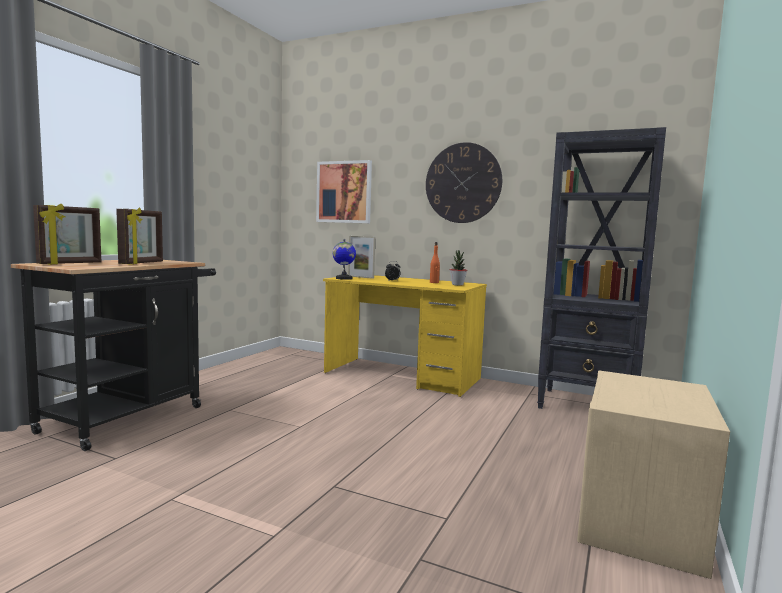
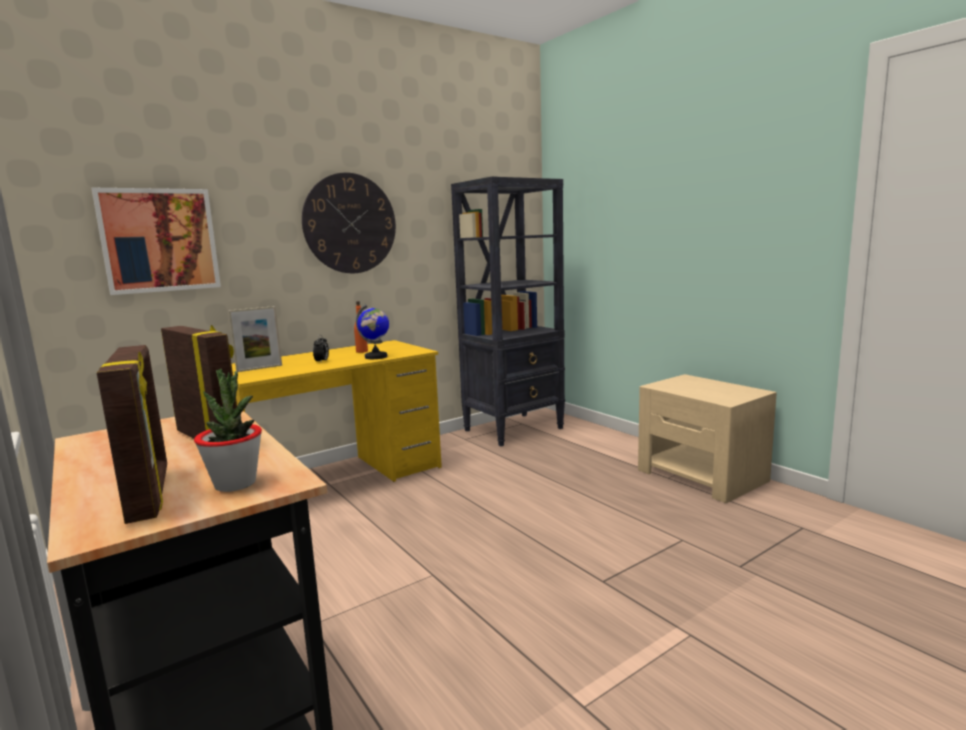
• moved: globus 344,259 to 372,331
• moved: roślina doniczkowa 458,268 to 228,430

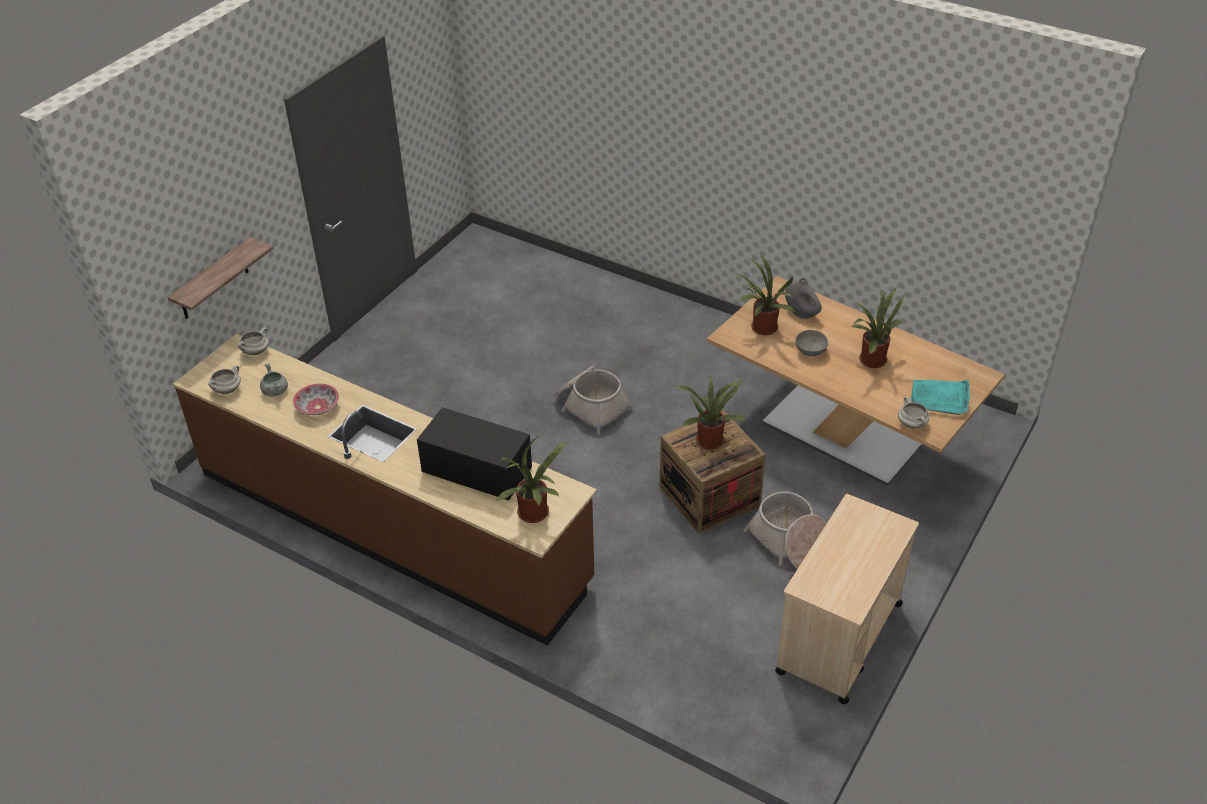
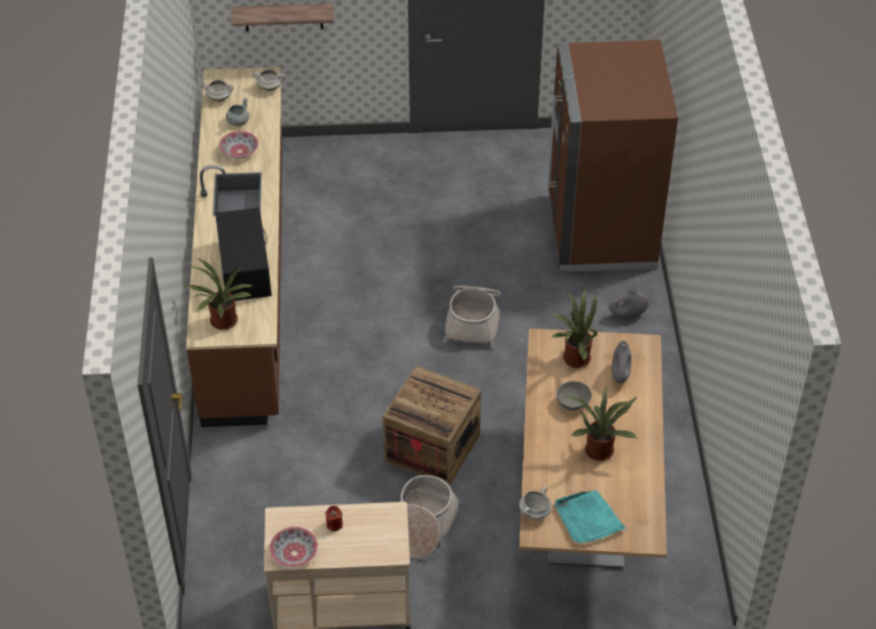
• removed: roślina doniczkowa 710,412
• added: miska 294,547
• added: świeca/czerwony 334,518
• added: lodówka/brązowy 613,156
• added: wazon/szary 629,304

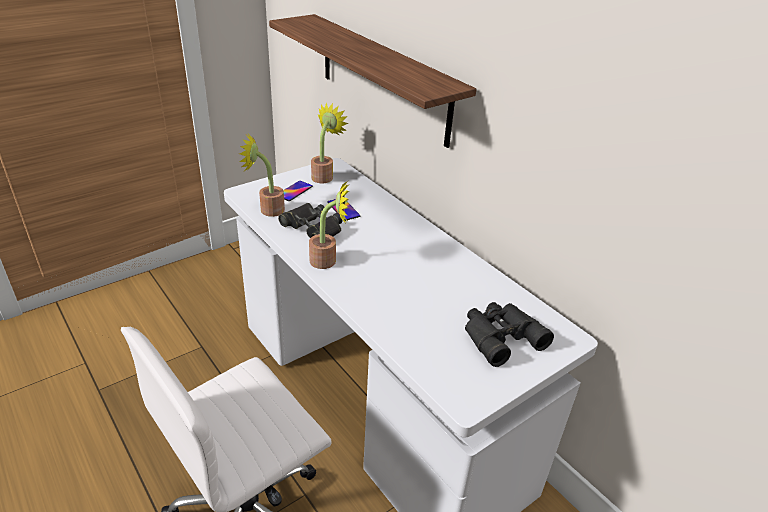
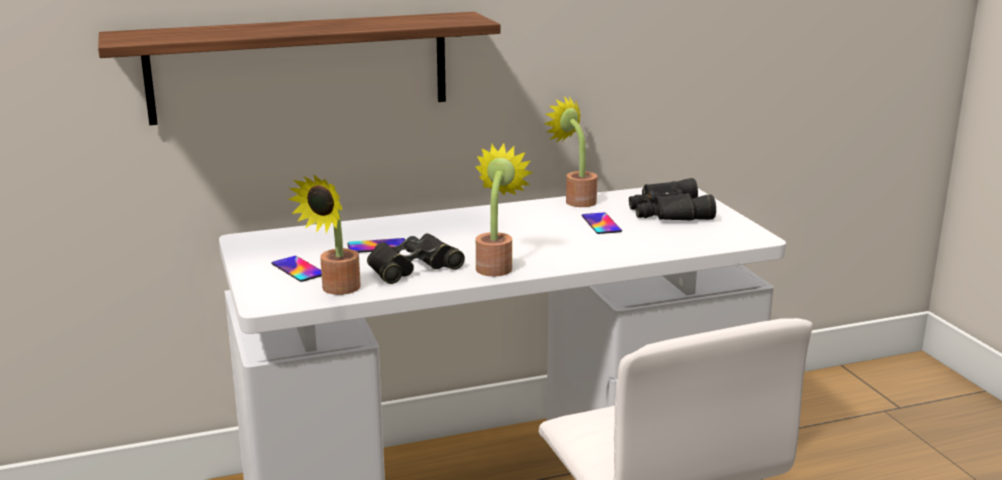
• added: telefon 602,223
• moved: roślina doniczkowa 330,142 to 570,151

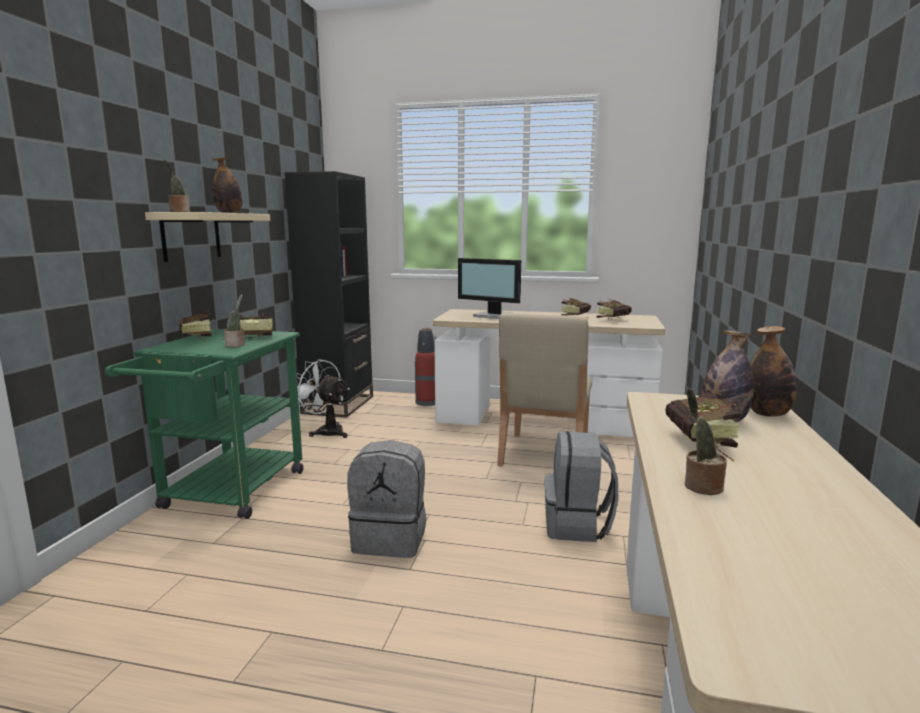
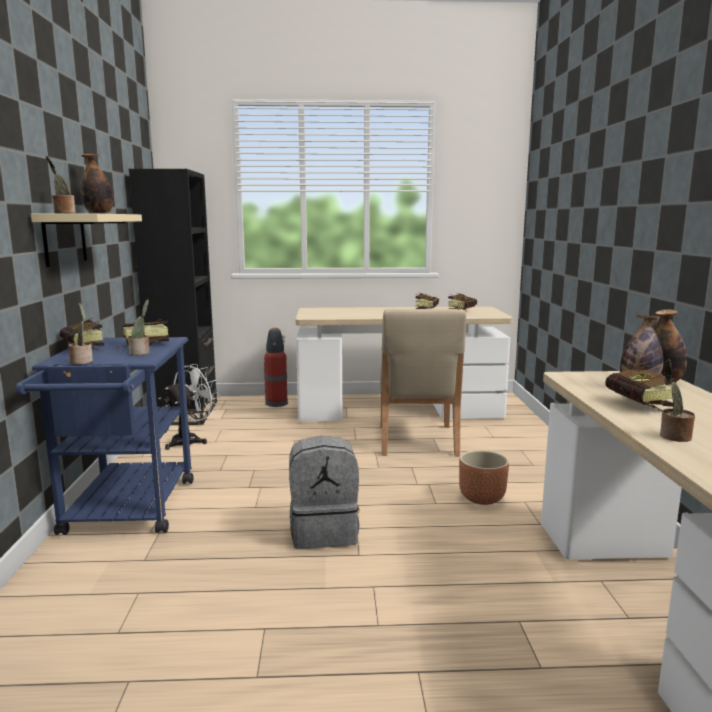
• removed: monitor 489,288
• added: roślina doniczkowa 80,334
• replaced: plecak/szary 581,486 to donica/brązowy 484,477
• recoloured: wózek/zielony 204,424 to wózek/niebieski 104,436
• turned: wentylator/biały 323,398 = 190,407 105 degrees clockwise

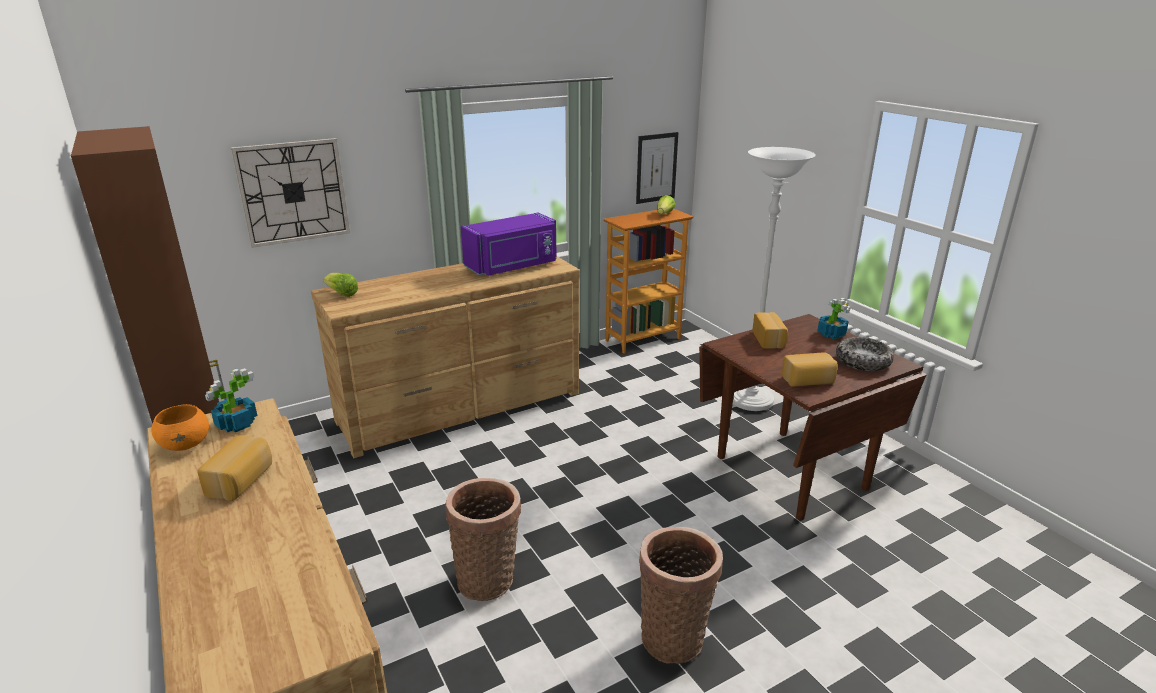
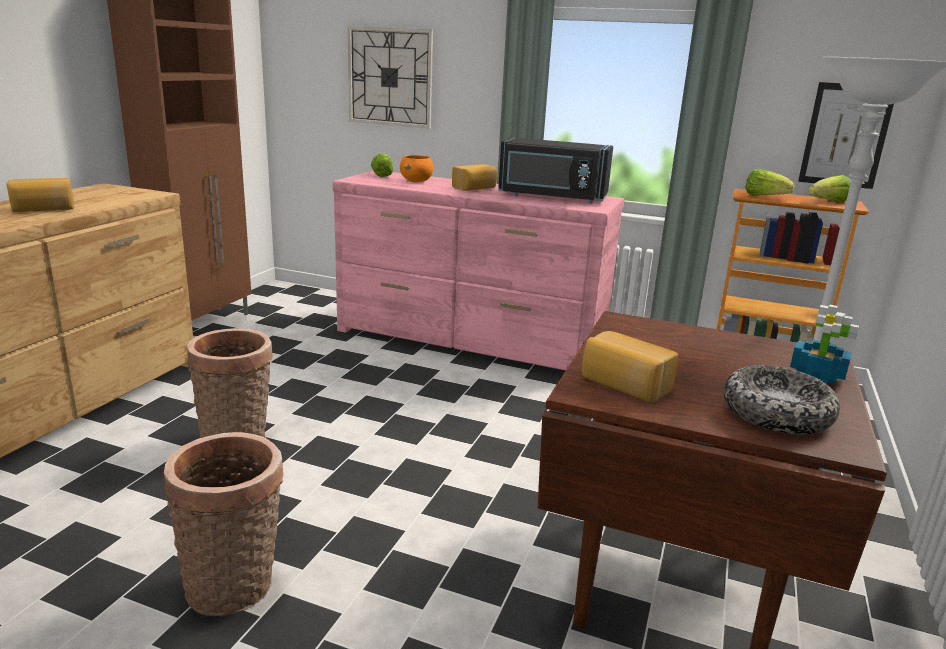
• removed: roślina doniczkowa 231,400
• added: sałata 770,182
• moved: miska/pomarańczowy 180,427 to 416,168
• moved: chleb 770,330 to 474,177
• recoloured: komoda/brązowy 445,357 to komoda/różowy 478,271
• recoloured: mikrofalówka/fioletowy 509,244 to mikrofalówka/czarny 555,170

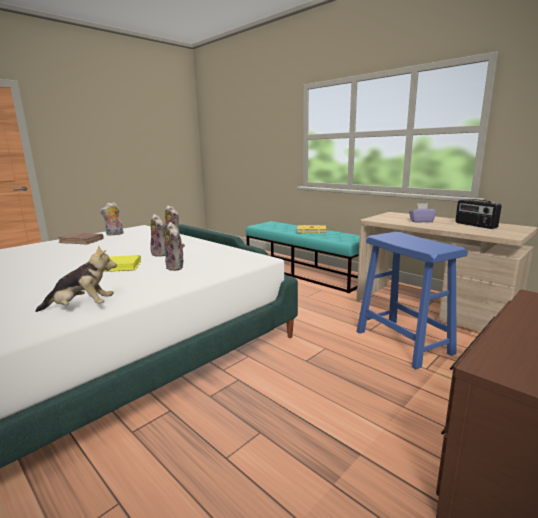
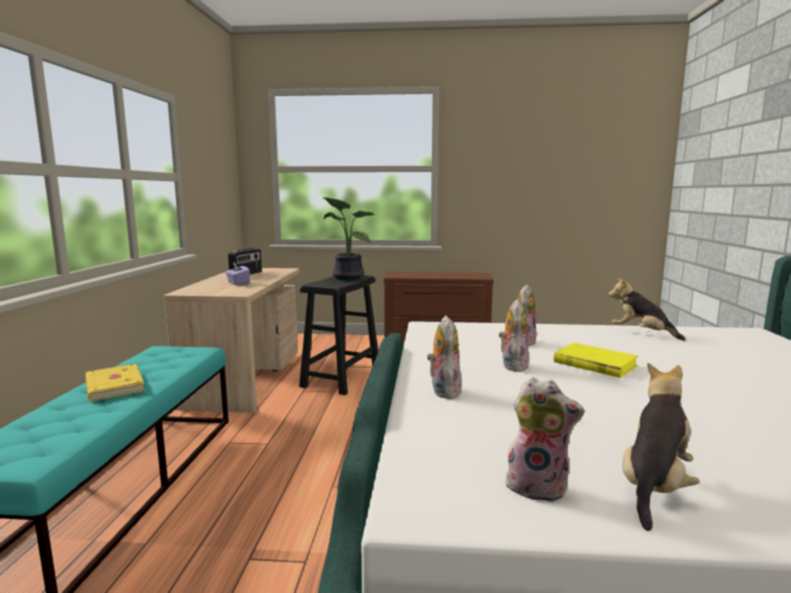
• added: roślina doniczkowa 349,238
• replaced: książka/brązowy 81,238 to pluszak 661,447
• recoloured: stołek/niebieski 412,300 to stołek/czarny 338,335

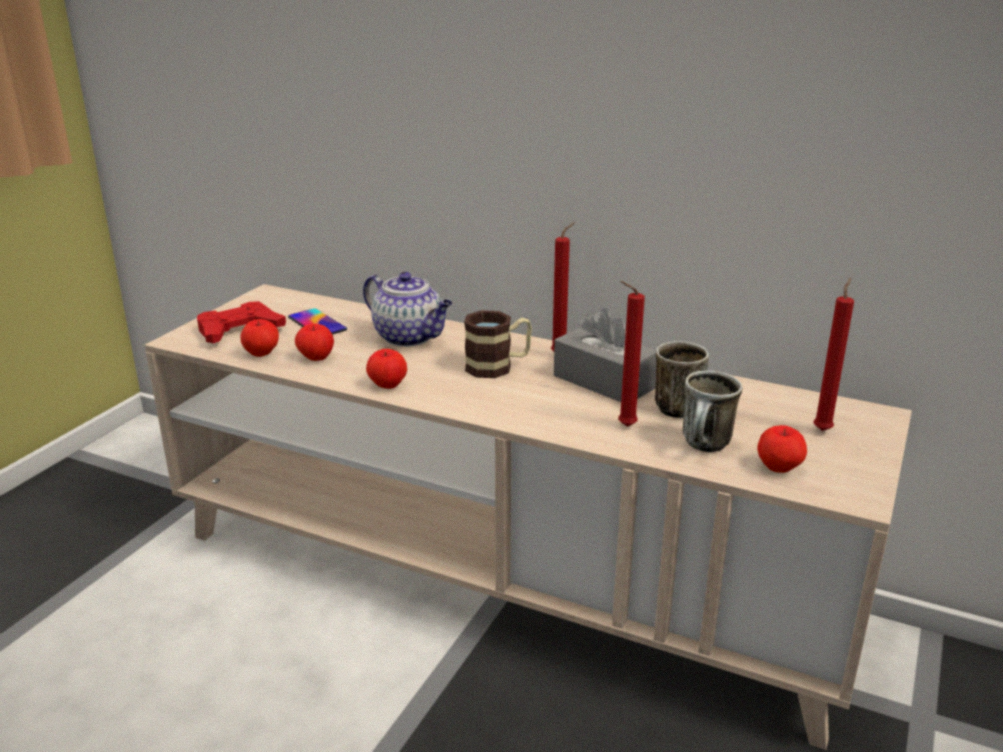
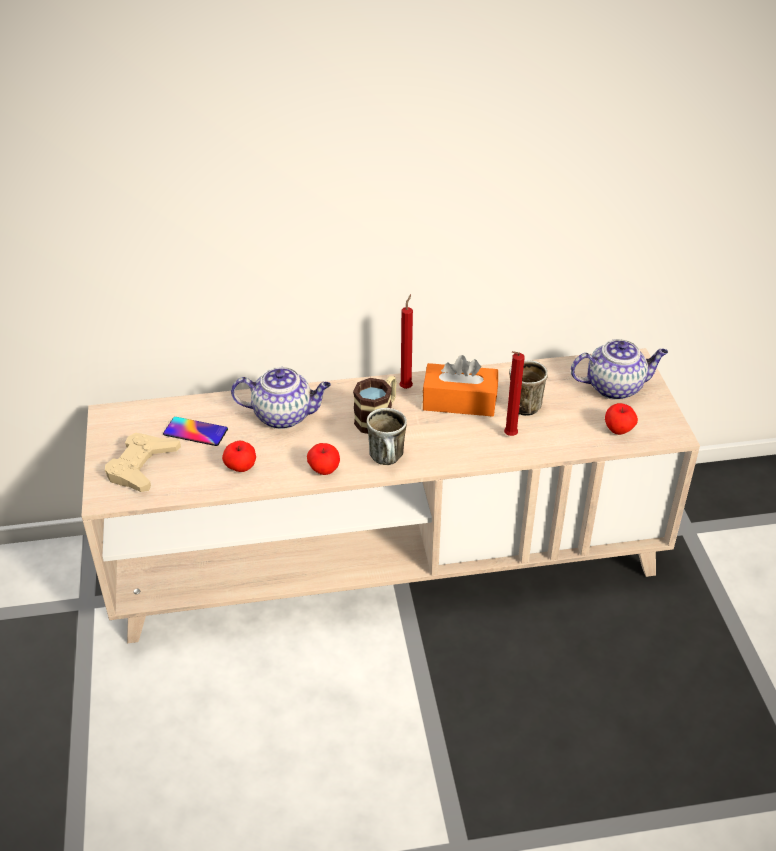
• removed: jabłko 259,338
• moved: kubek 713,411 to 386,436
• replaced: świeca/czerwony 834,354 to imbryk 619,369
• recoloured: pad do gier/czerwony 241,322 to pad do gier/beżowy 143,462
• recoloured: pudełko chusteczek/szary 605,355 to pudełko chusteczek/pomarańczowy 460,386

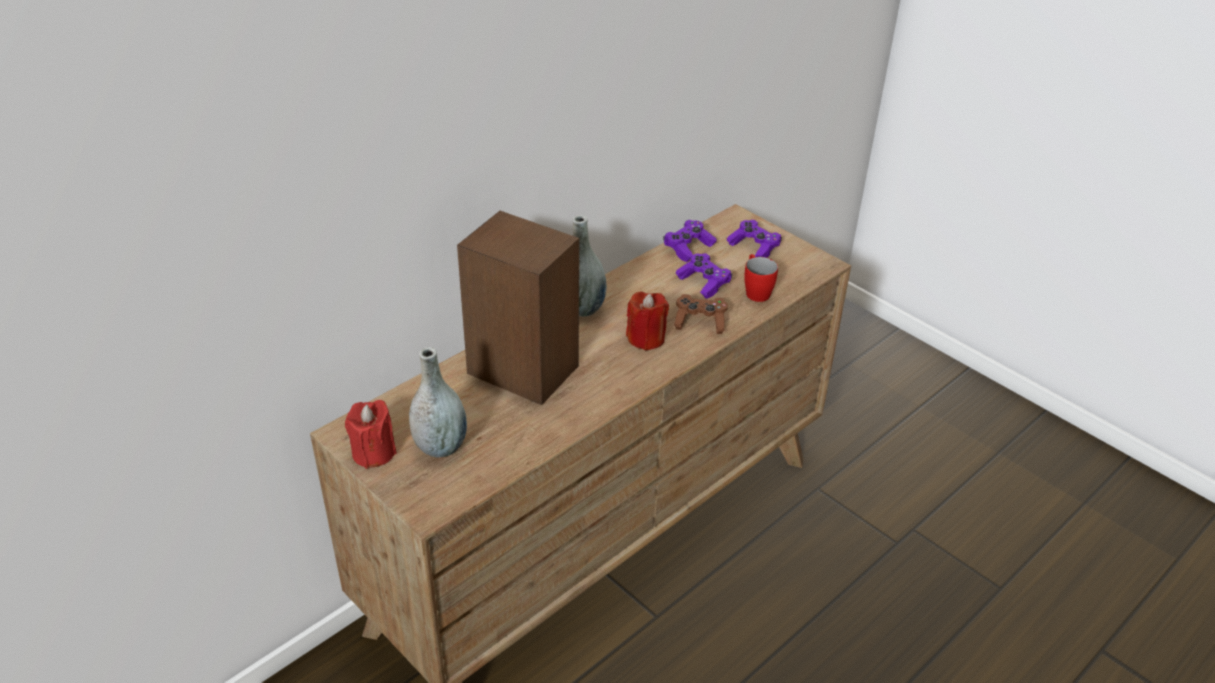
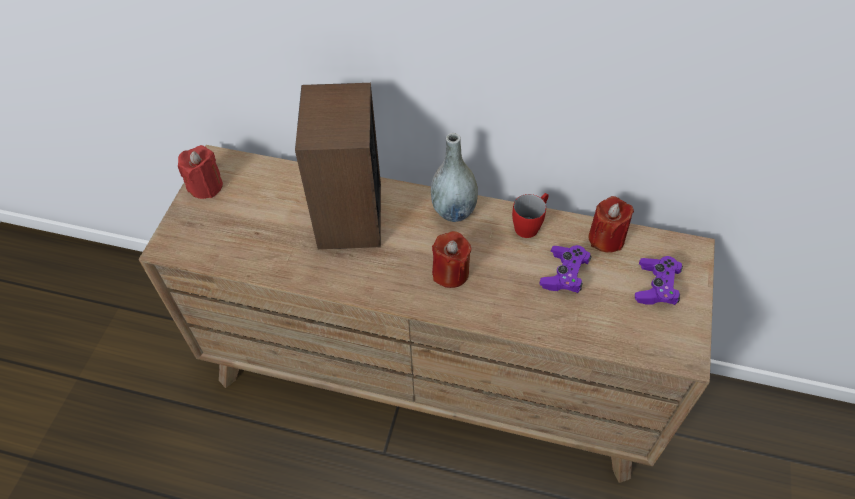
• removed: wazon/szary 438,402
• removed: pad do gier/brązowy 701,314
• moved: kubek/czerwony 761,278 to 530,215
• replaced: pad do gier/fioletowy 690,241 to świeca/czerwony 611,224

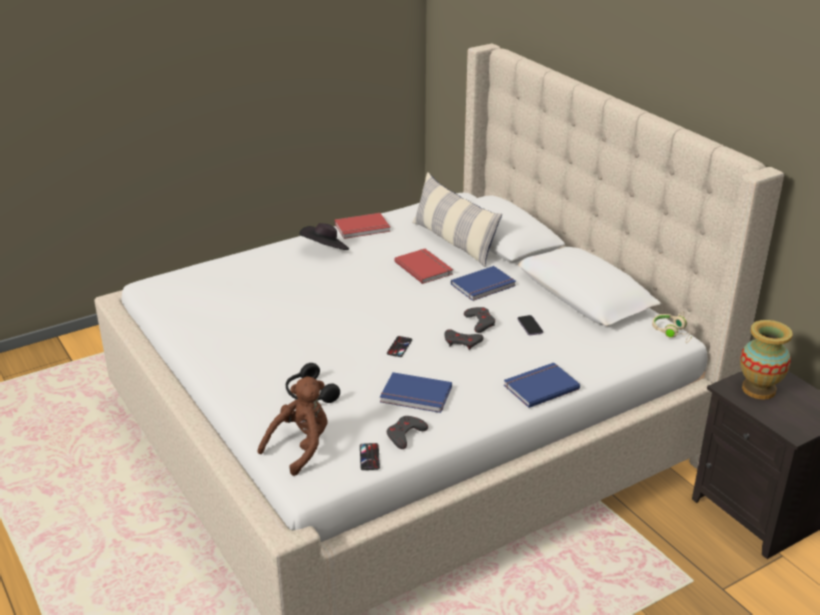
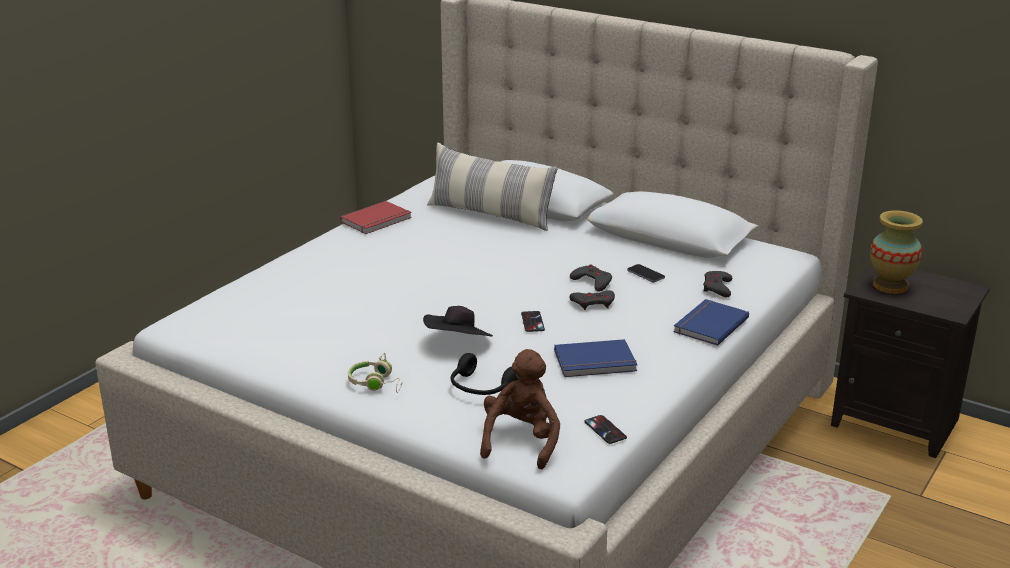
• removed: książka/czerwony 424,266
• removed: książka/niebieski 483,283
• moved: kapelusz/czarny 324,236 to 458,321
• moved: pad do gier/szary 407,432 to 717,284
• moved: słuchawki/beżowy 672,327 to 375,373

